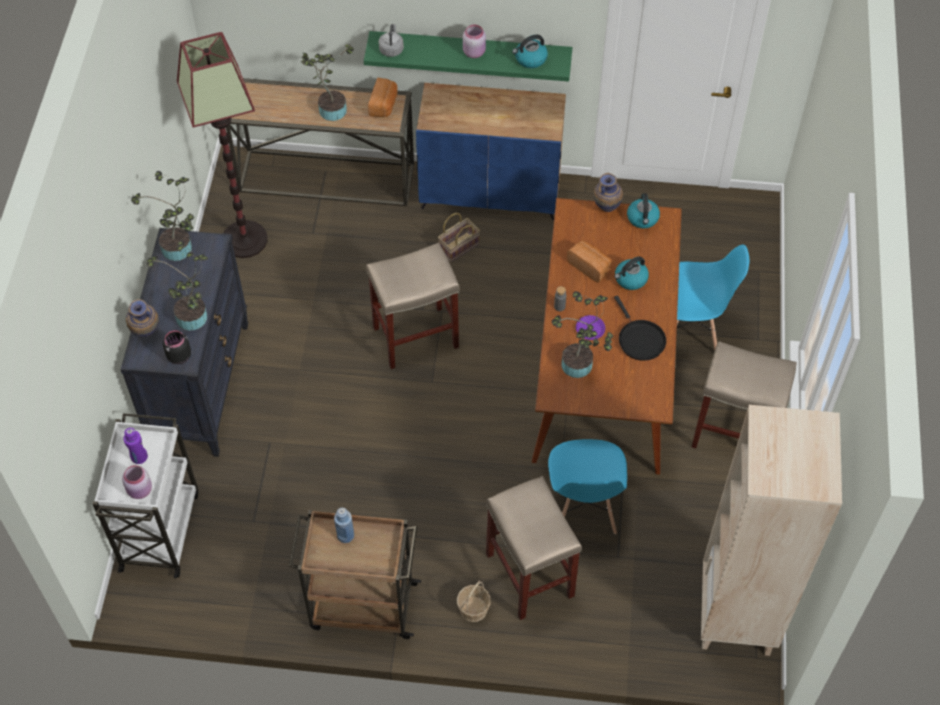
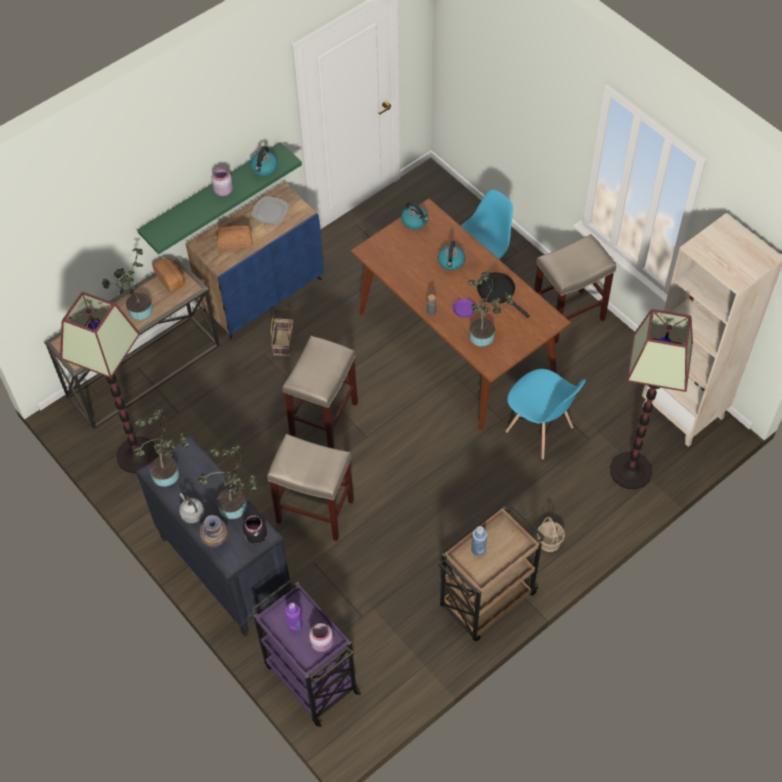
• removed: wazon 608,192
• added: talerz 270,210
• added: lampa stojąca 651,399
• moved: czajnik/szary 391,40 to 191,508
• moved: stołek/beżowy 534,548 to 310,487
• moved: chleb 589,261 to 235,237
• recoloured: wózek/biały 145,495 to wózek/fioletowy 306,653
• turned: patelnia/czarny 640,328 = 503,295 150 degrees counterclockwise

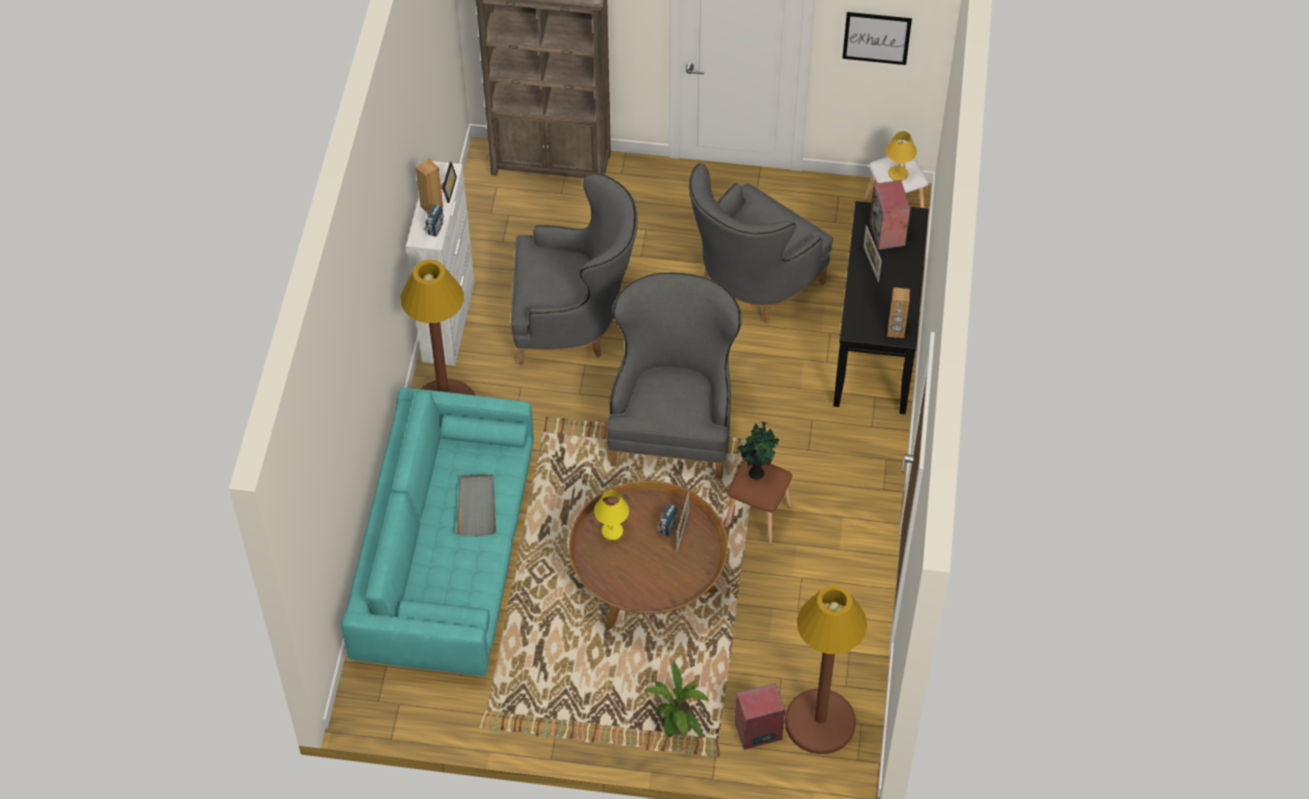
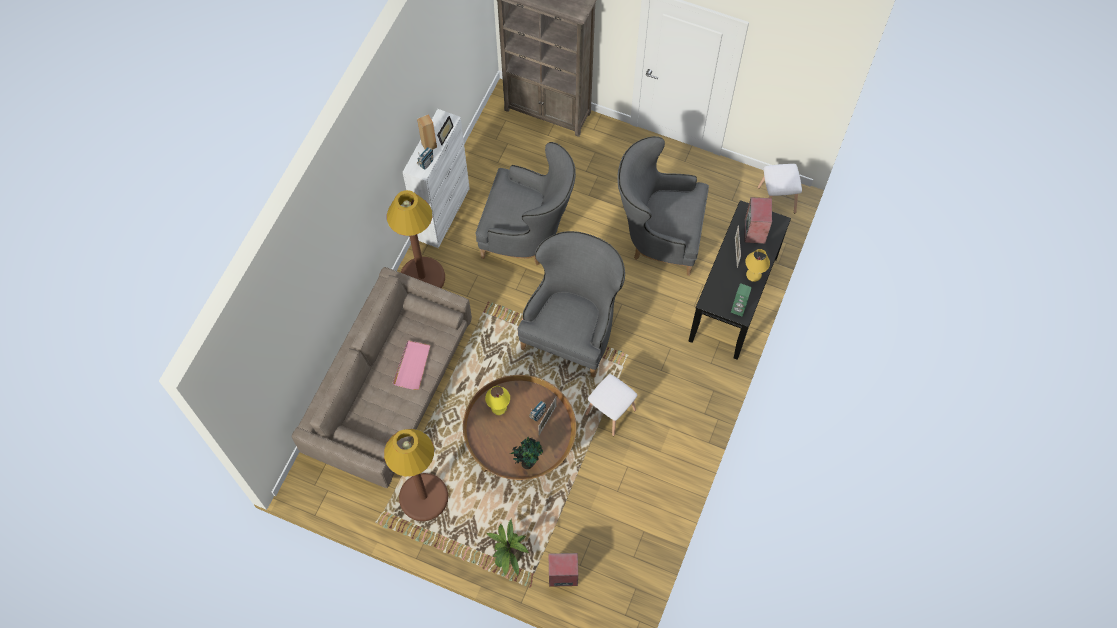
• removed: obraz 877,38
• moved: roślina doniczkowa 758,450 to 526,453
• moved: lampa stojąca/brązowy 826,669 to 416,475
• moved: lampa stołowa/żółty 901,156 to 757,265
• recoloured: kanapa/turkusowy 437,532 to kanapa/beżowy 382,377
• recoloured: taca/szary 476,505 to taca/różowy 411,365
• recoloured: stołek/brązowy 758,502 to stołek/biały 611,405
• recoloured: głośnik/brązowy 898,312 to głośnik/zielony 741,300
• turned: fotel/szary 761,244 = 663,206 45 degrees clockwise

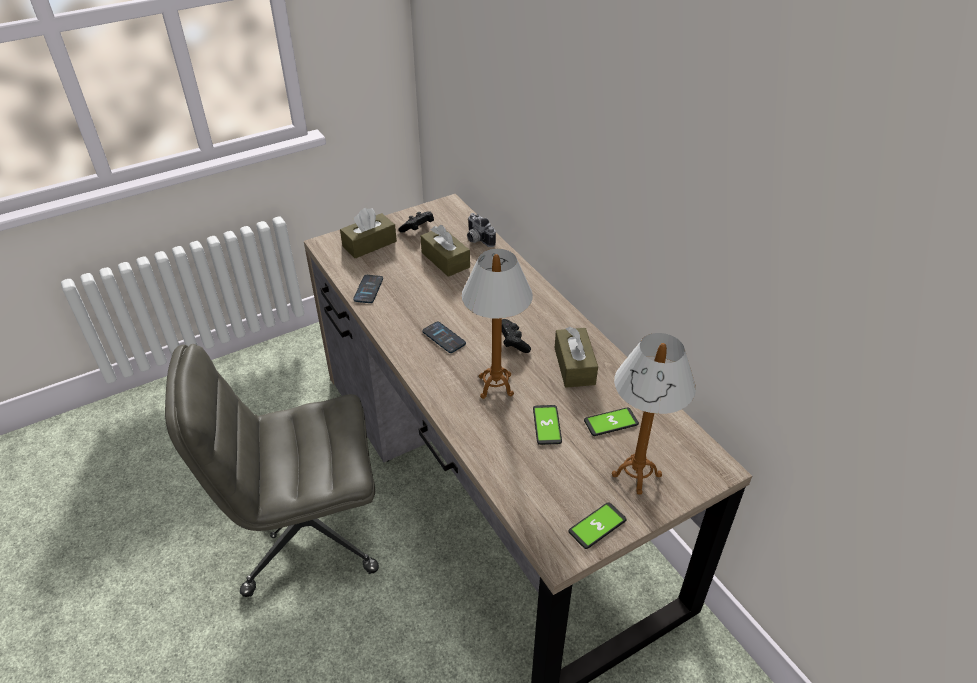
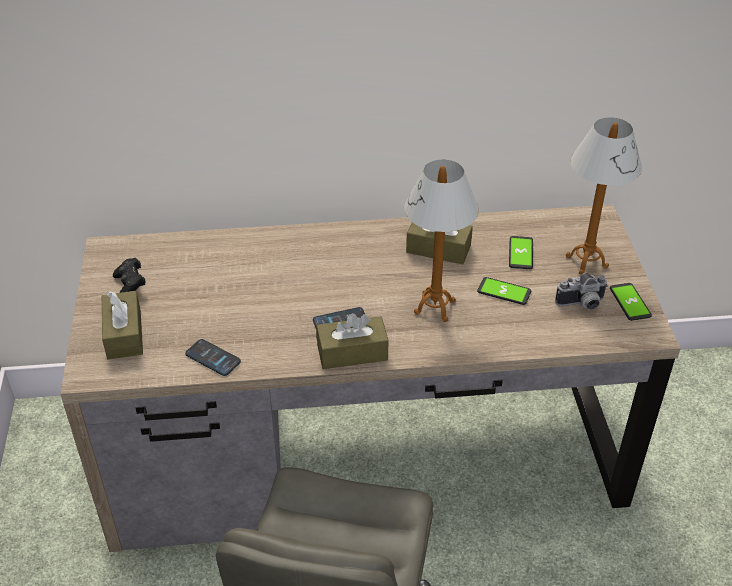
• removed: pad do gier/czarny 516,336
• moved: pudełko chusteczek/brązowy 445,251 to 352,341
• moved: aparat fotograficzny 481,230 to 581,291

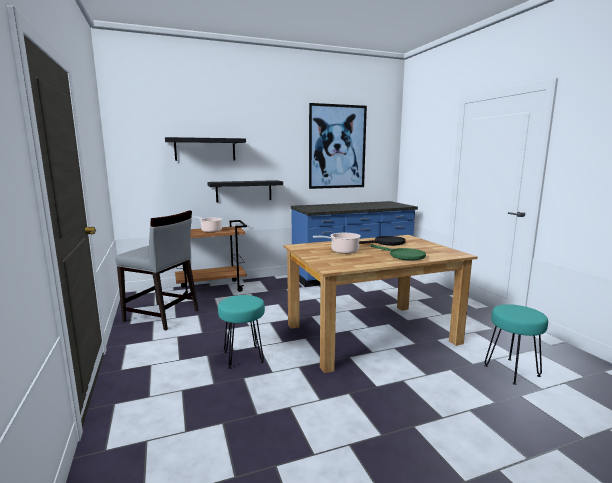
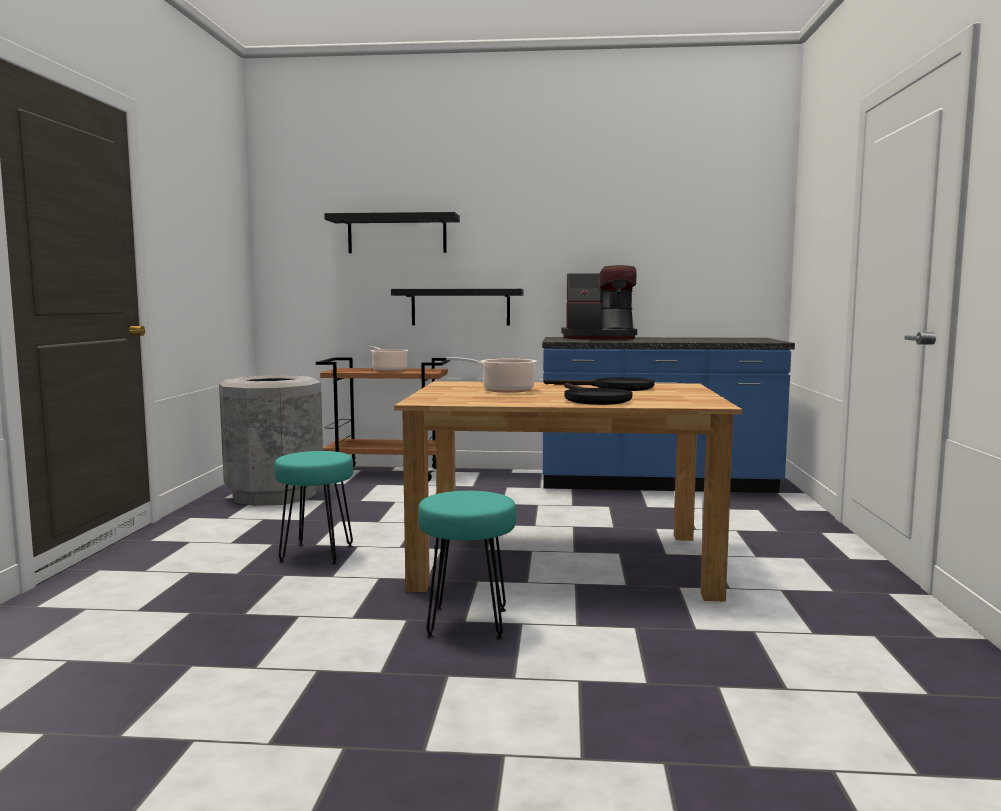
• removed: obraz 338,146
• added: ekspres do kawy 599,302
• moved: stołek/turkusowy 516,344 to 467,565
• replaced: krzesło/szary 157,270 to kosz na śmieci/szary 271,440
• recoloured: patelnia/zielony 398,252 to patelnia/czarny 598,394

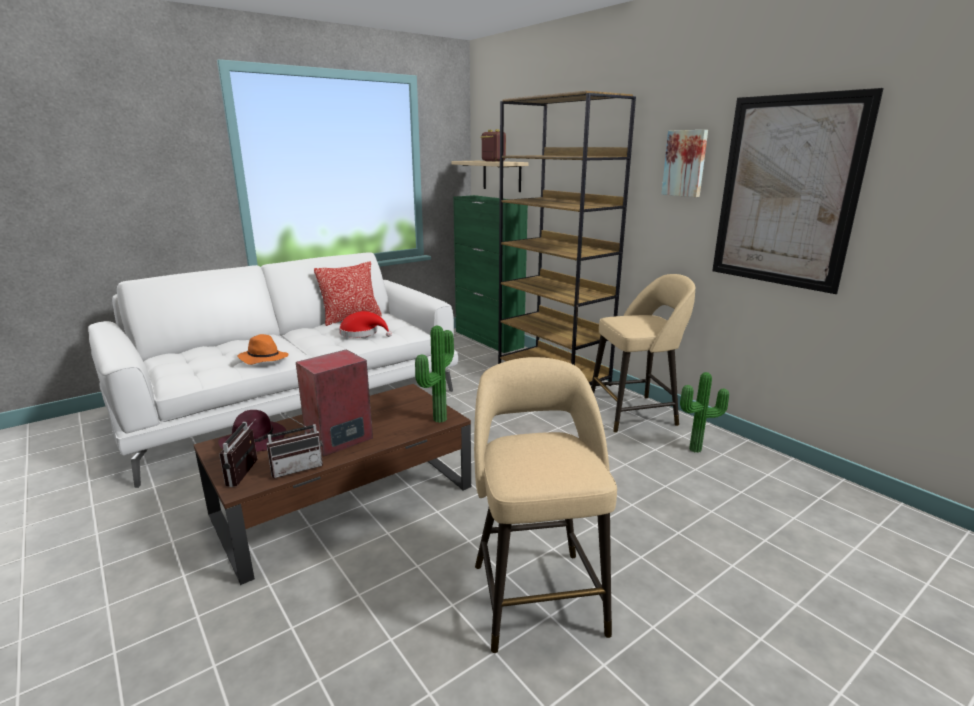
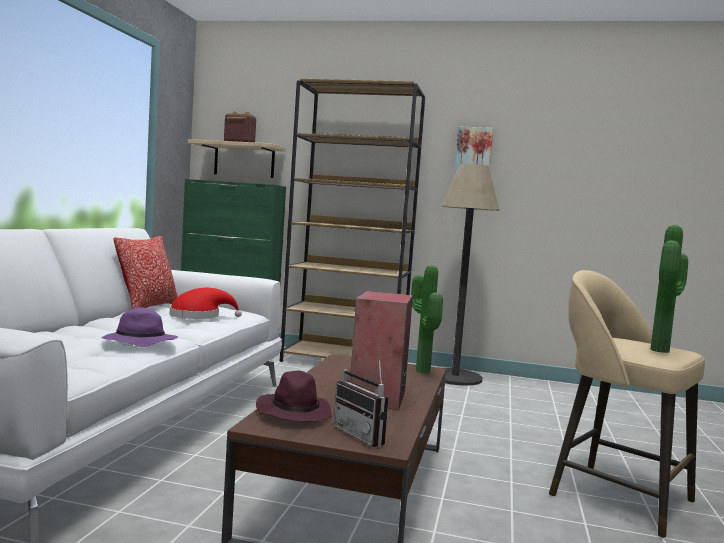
• removed: radio 294,445
• removed: obraz 798,191
• moved: roślina doniczkowa 704,412 to 669,289
• replaced: stołek/beżowy 643,353 to lampa stojąca 470,275
• recoloured: kapelusz/pomarańczowy 262,349 to kapelusz/fioletowy 140,327

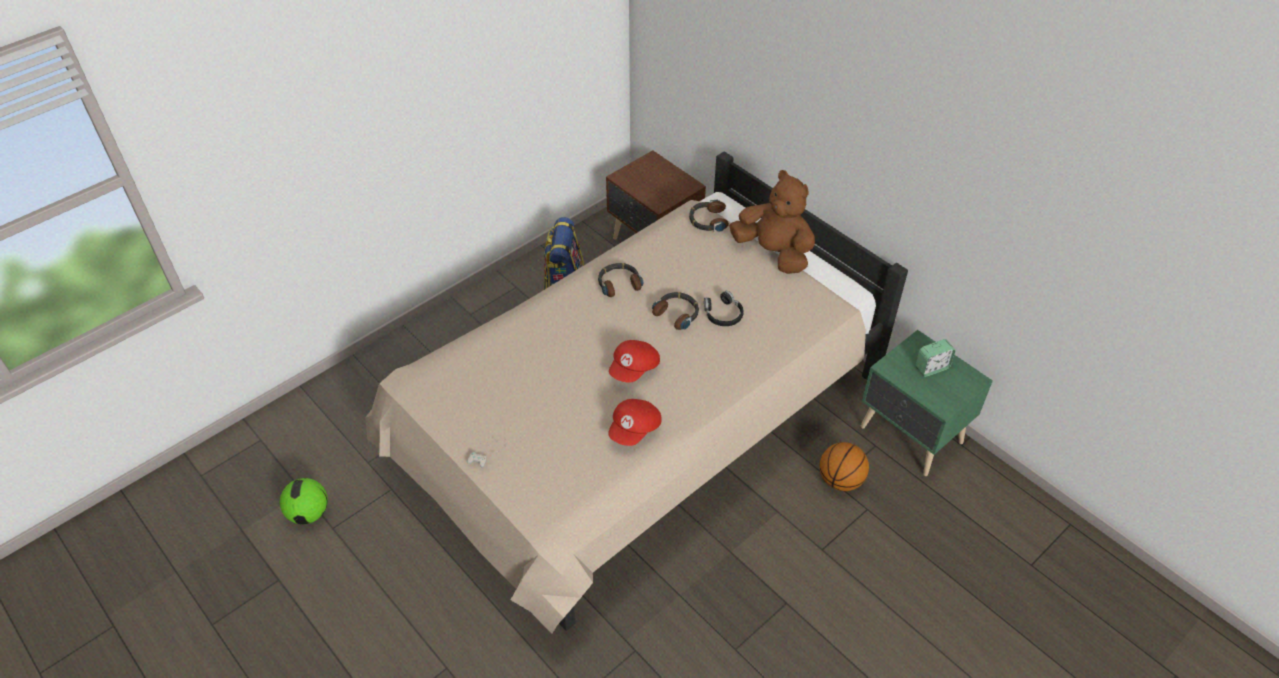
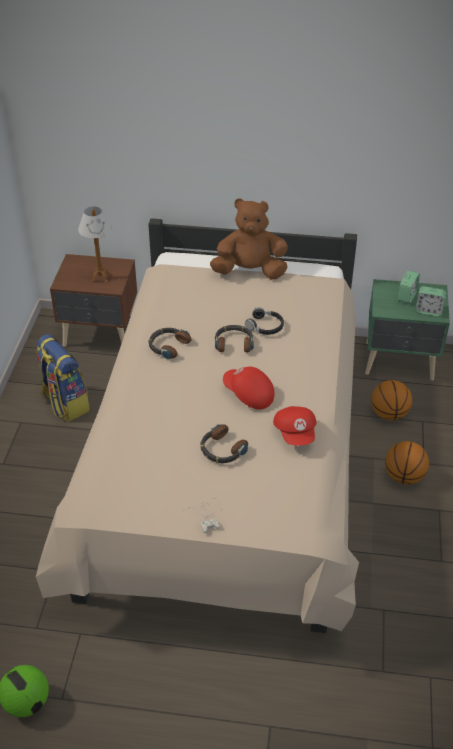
• added: lampa stołowa 95,244
• added: piłka do koszykówki 407,463
• added: budzik 430,301
• moved: słuchawki 709,215 to 224,443
• turned: czapka z daszkiem/czerwony 634,361 = 248,388 135 degrees clockwise

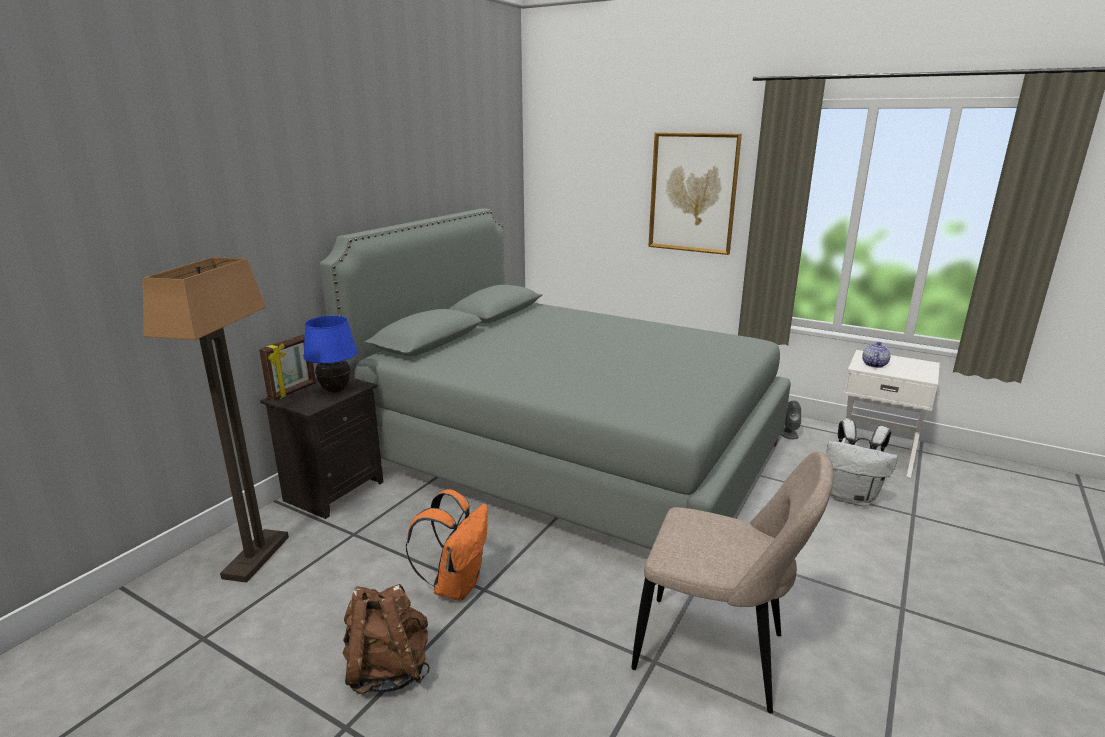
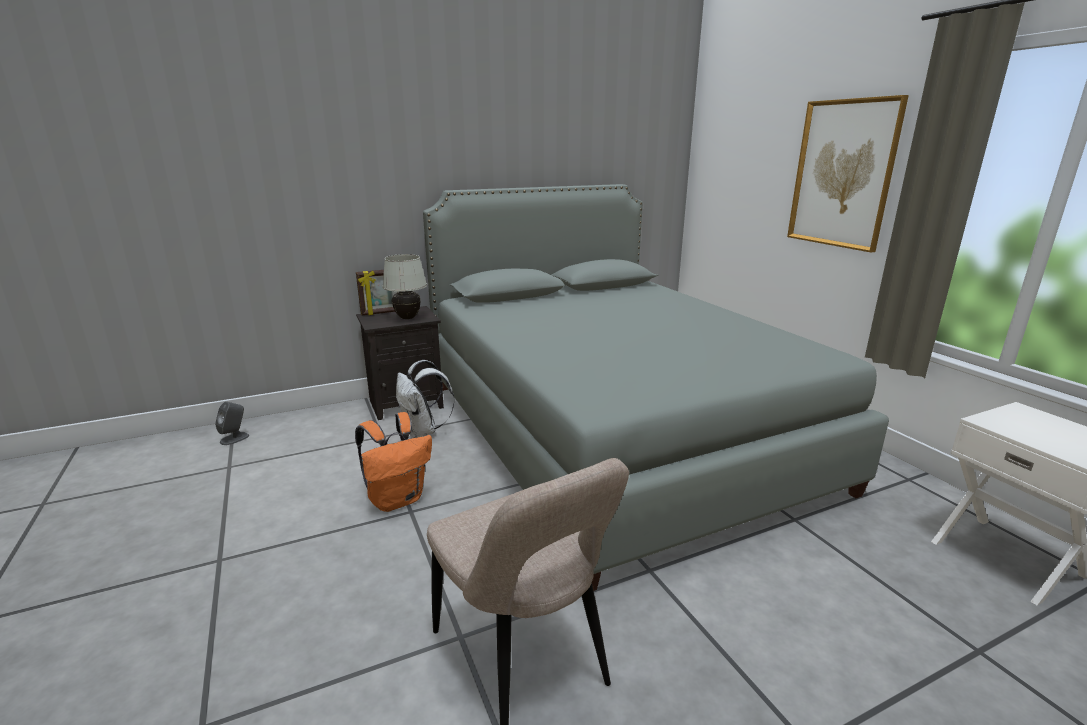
• removed: lampa stojąca 216,420
• removed: plecak/brązowy 386,639
• removed: imbryk 876,355
• moved: głośnik/szary 791,419 to 232,423
• moved: plecak/biały 862,463 to 425,399
• recoloured: lampa stołowa/niebieski 330,354 to lampa stołowa/biały 404,286

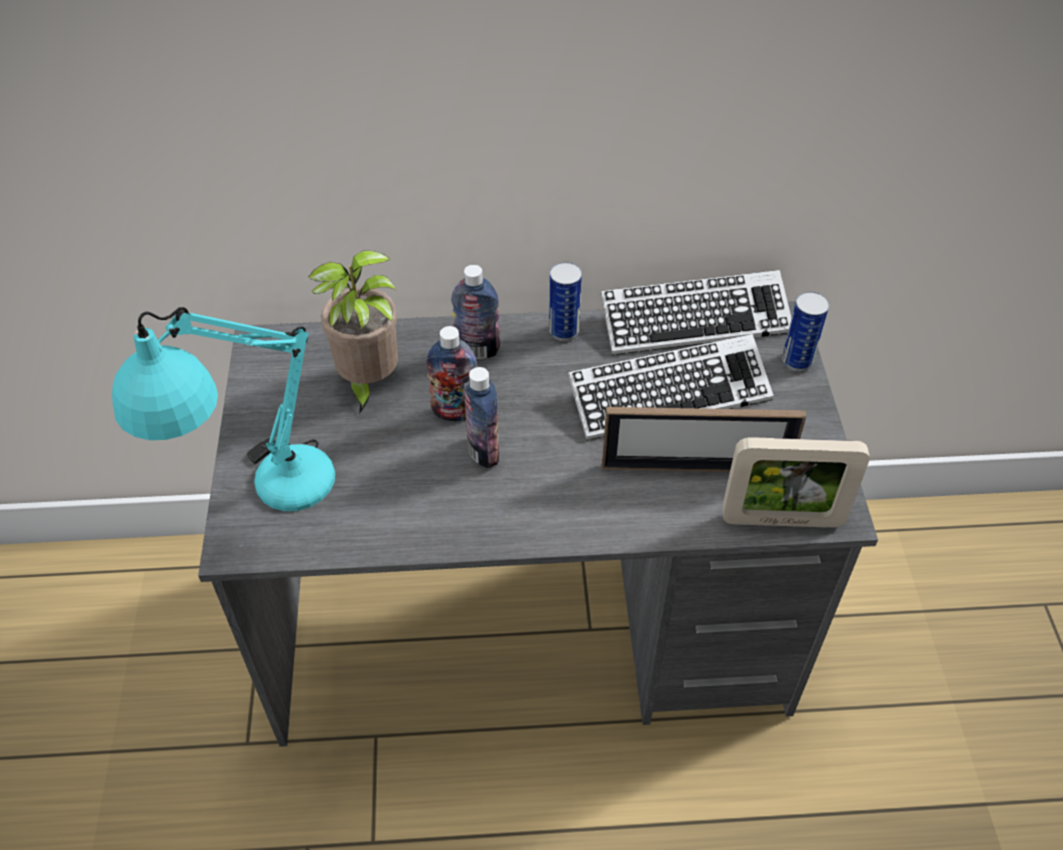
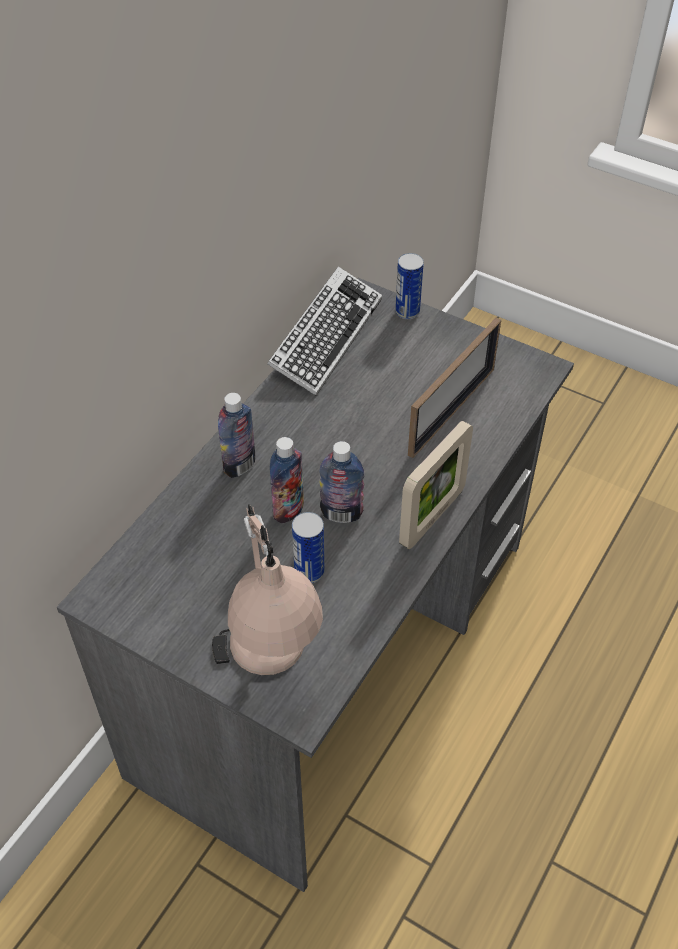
• removed: roślina doniczkowa 353,332
• removed: klawiatura 671,387
• moved: puszka 565,301 to 308,547
• moved: ramka na zdjęcie 796,482 to 436,485
• recoloured: lampa stołowa/turkusowy 223,409 to lampa stołowa/beżowy 267,589

